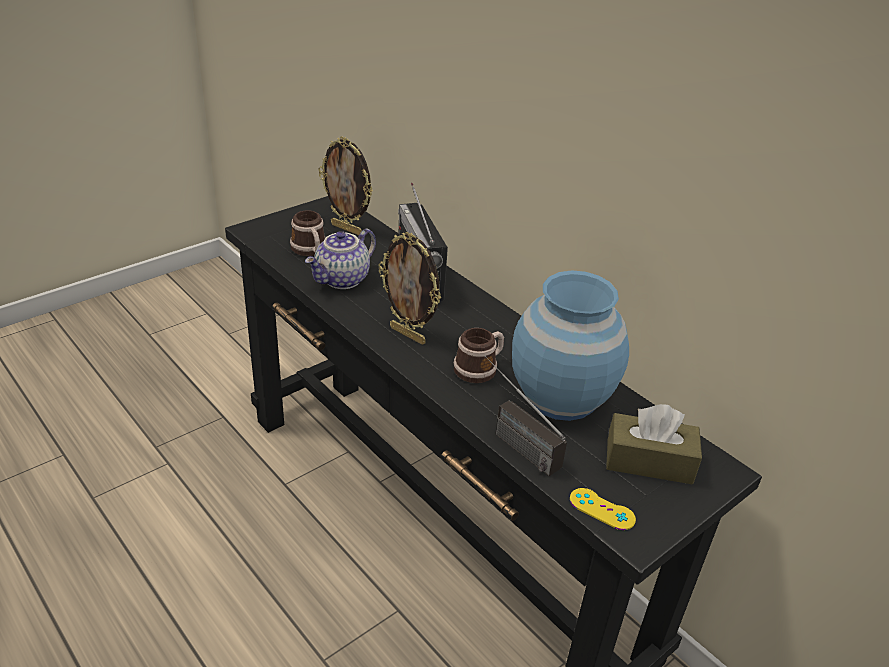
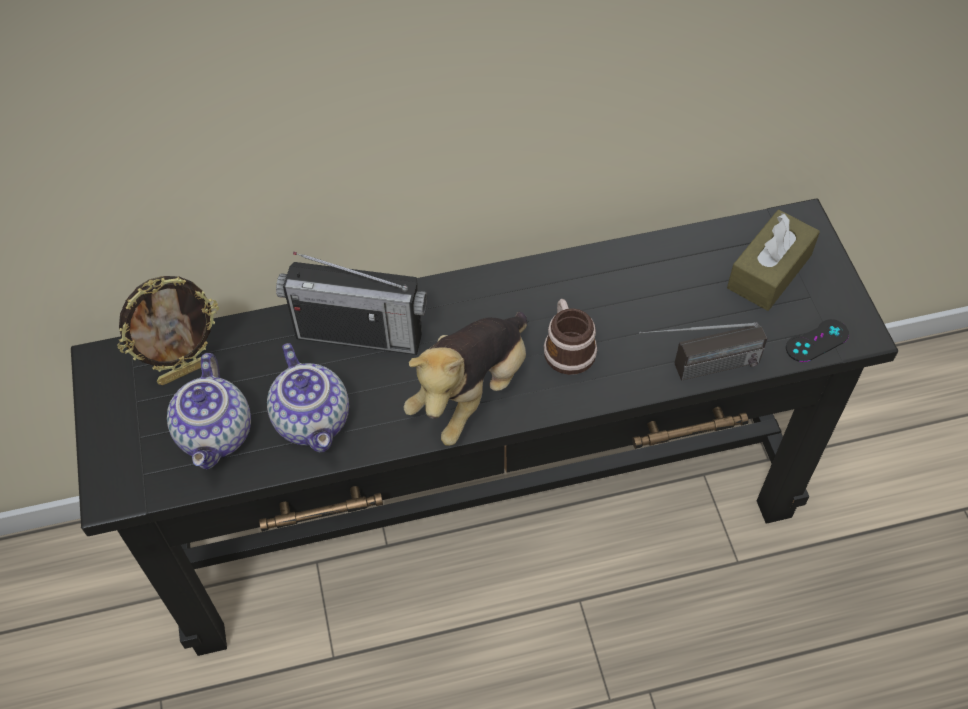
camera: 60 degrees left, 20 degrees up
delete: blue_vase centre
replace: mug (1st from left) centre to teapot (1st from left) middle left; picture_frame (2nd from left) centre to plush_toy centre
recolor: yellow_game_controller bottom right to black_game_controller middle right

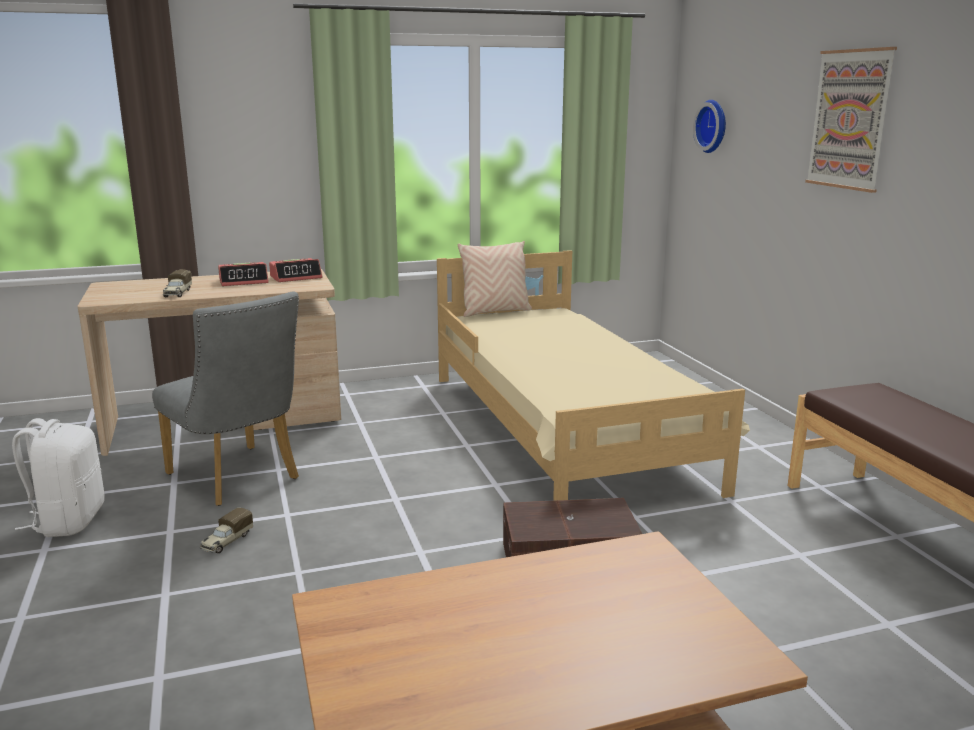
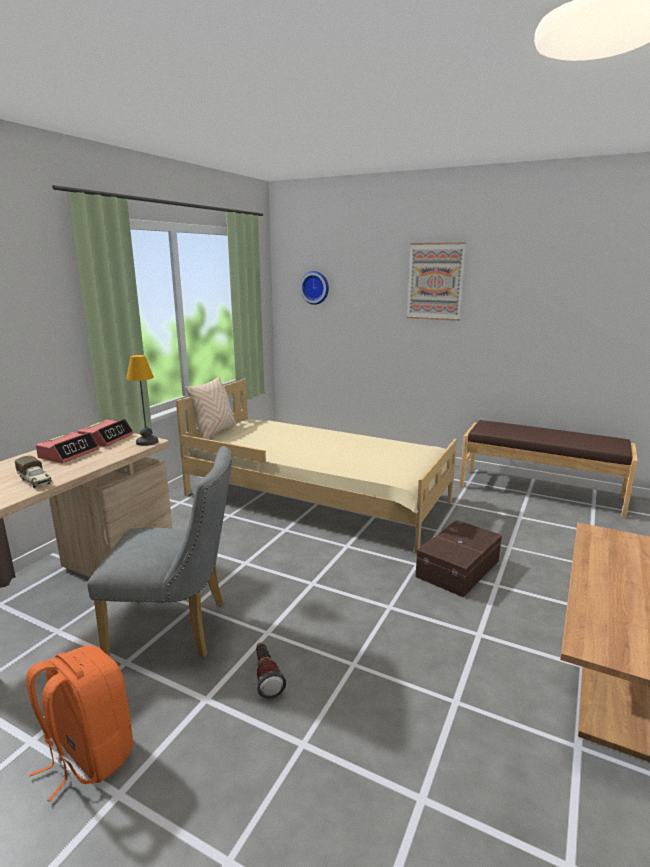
camera: 45 degrees left, 0 degrees up
insert: table_lamp middle left
replace: toy_truck (2nd from left) bottom left to flashlight bottom centre
recolor: white_backpack middle left to orange_backpack bottom left

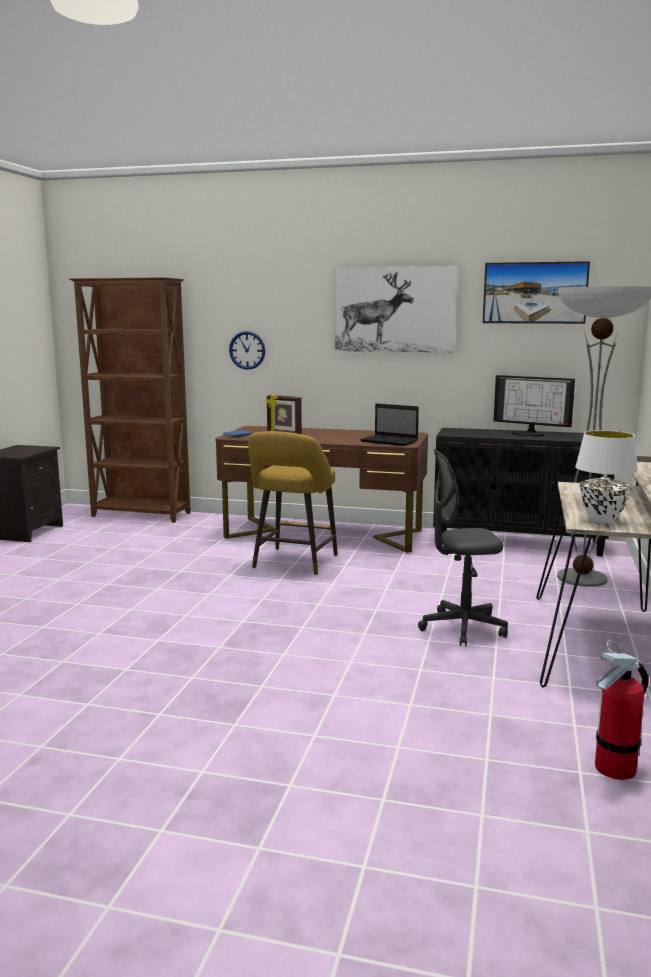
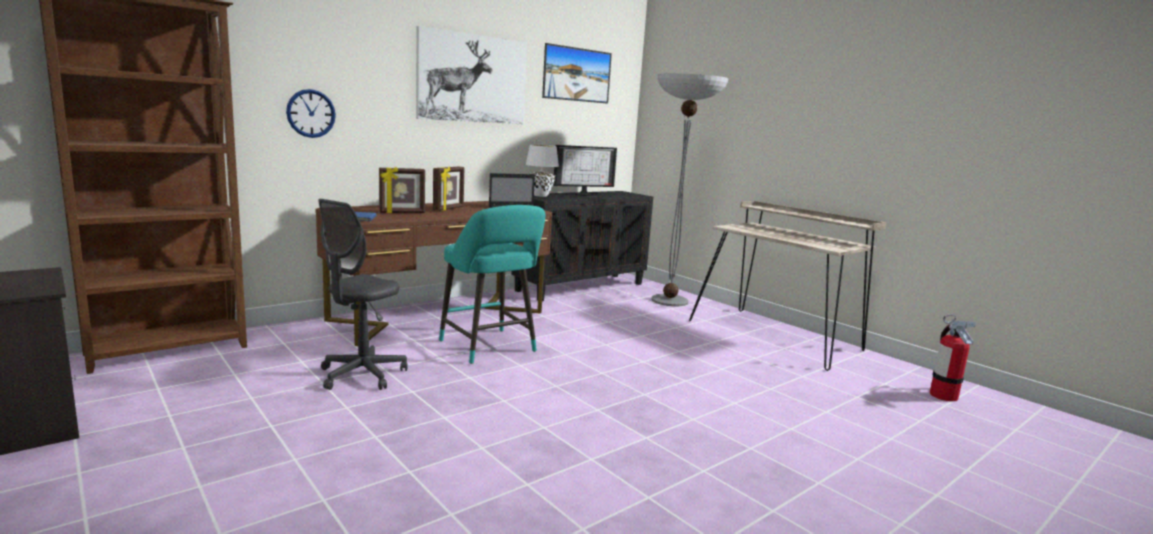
camera: 55 degrees left, 0 degrees up
insert: picture_frame (2nd from left) centre
move: grey_office_chair middle right to middle left; white_table_lamp middle right to top centre
recolor: yellow_stool centre to turquoise_stool centre

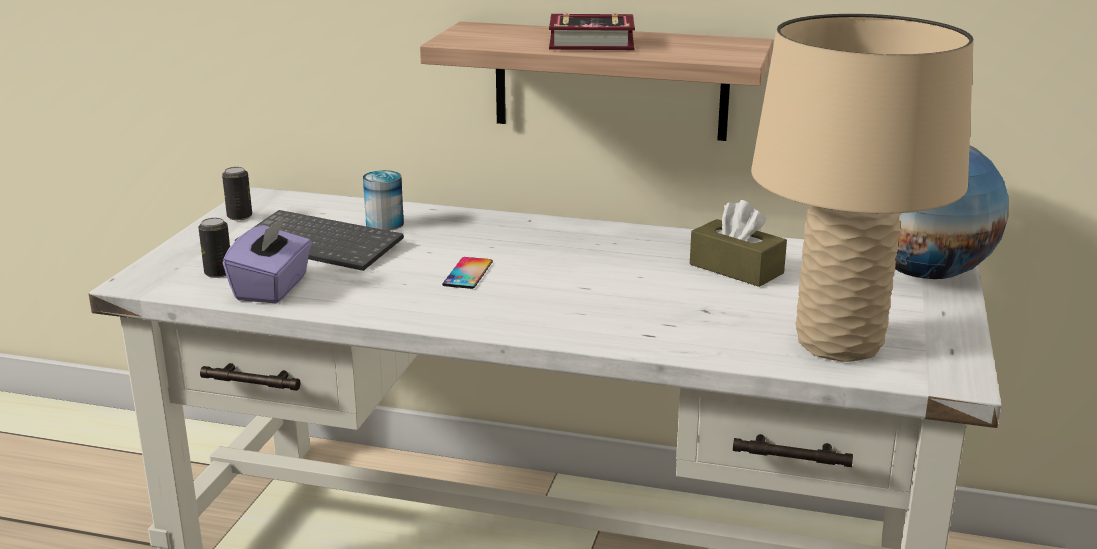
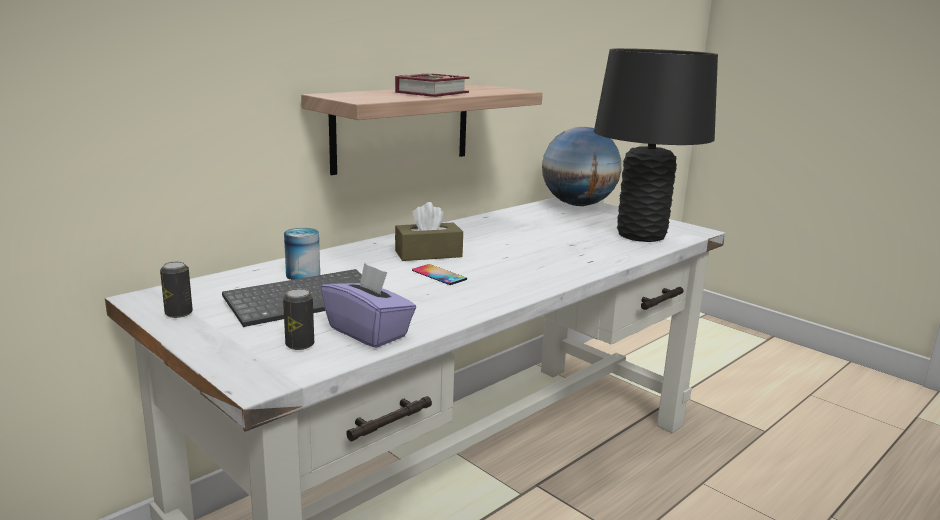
camera: 60 degrees left, 5 degrees down
move: brown_tissue_box middle right to centre
recolor: beige_table_lamp middle right to black_table_lamp top right

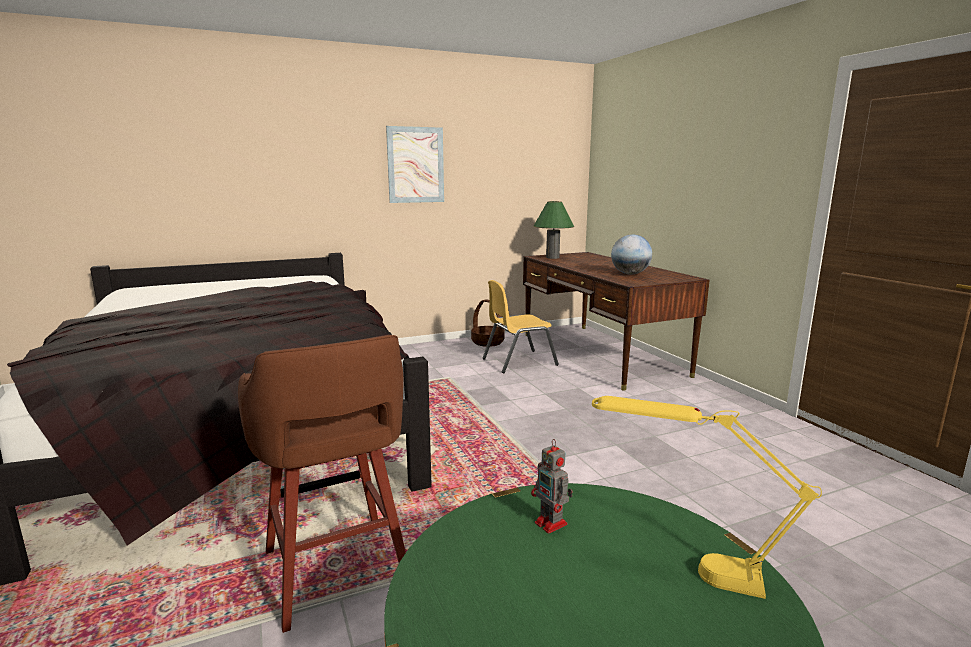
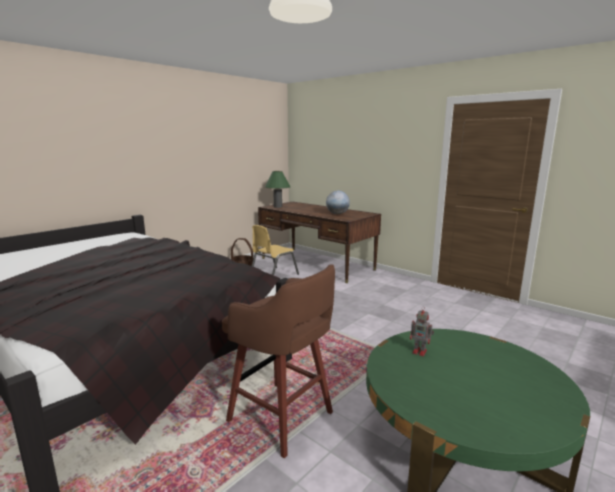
camera: 25 degrees left, 0 degrees up
delete: picture top centre; yellow_table_lamp bottom right

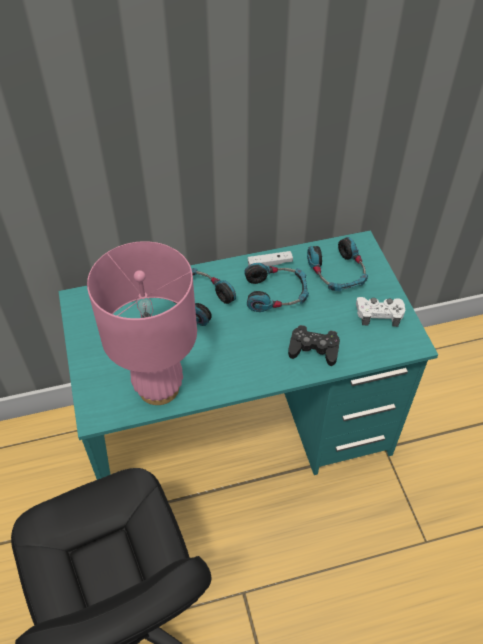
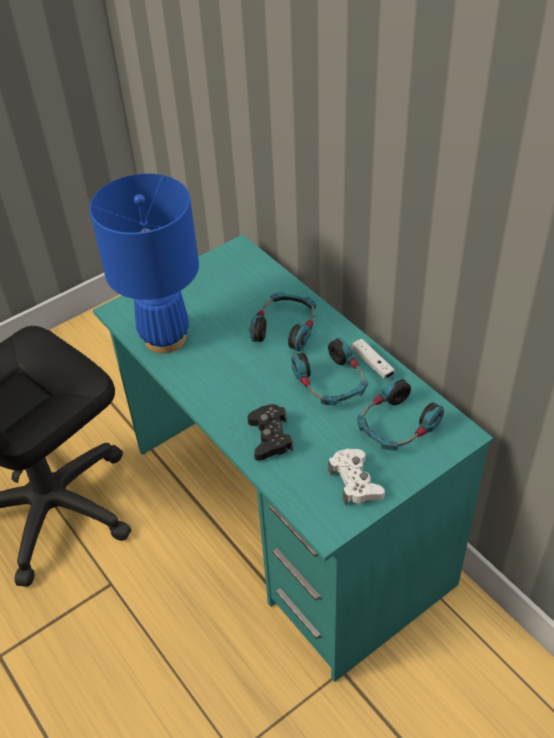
camera: 70 degrees right, 5 degrees down
recolor: pink_table_lamp middle left to blue_table_lamp middle left

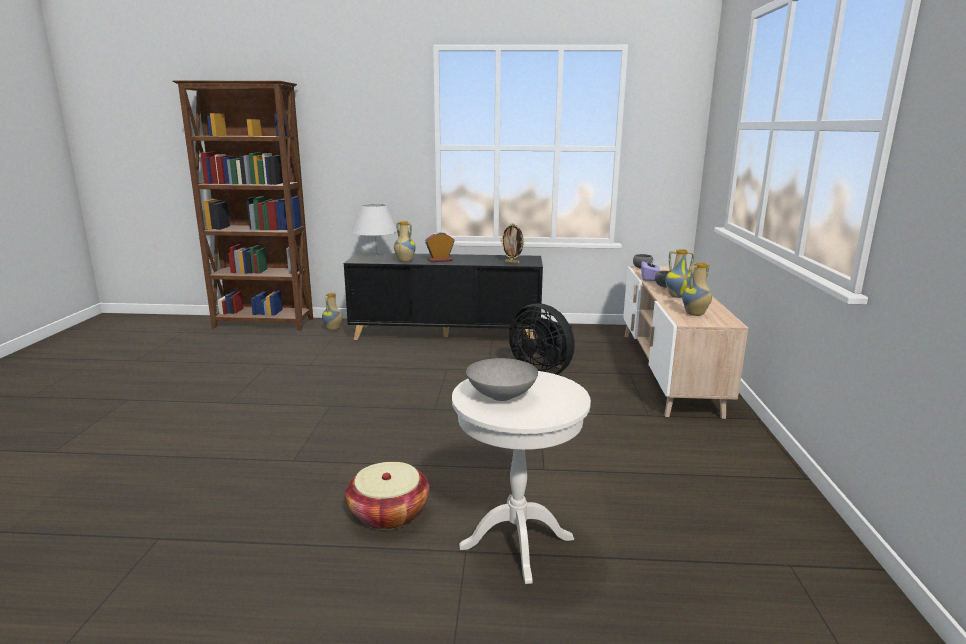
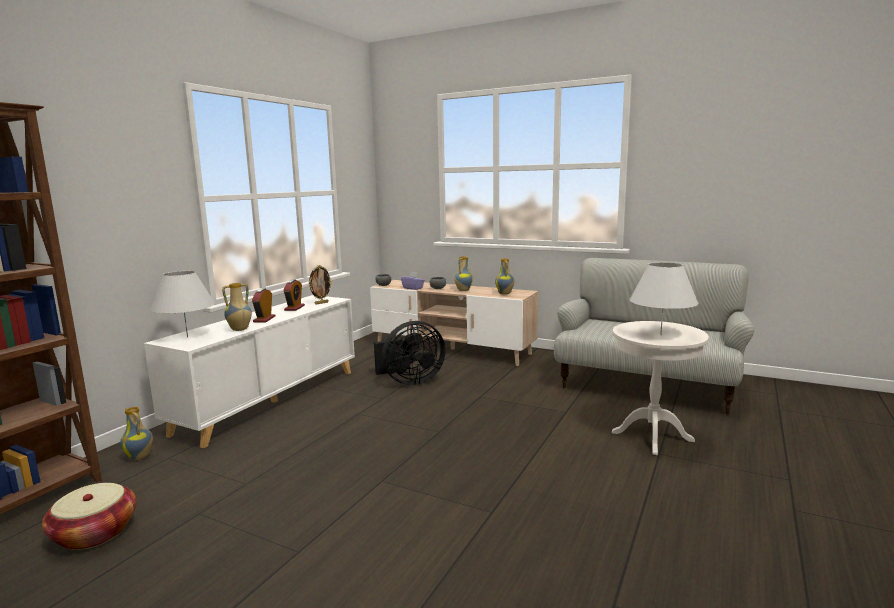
camera: 65 degrees left, 5 degrees down
insert: alarm_clock (2nd from left) middle left; sofa middle right
move: basket bottom centre to bottom left
replace: grey_bowl (1st from left) centre to white_table_lamp (2nd from left) middle right
recolor: black_cabinet centre to white_cabinet middle left

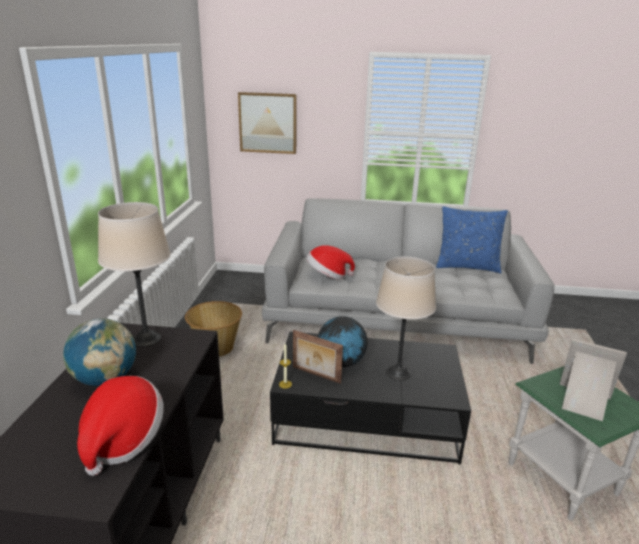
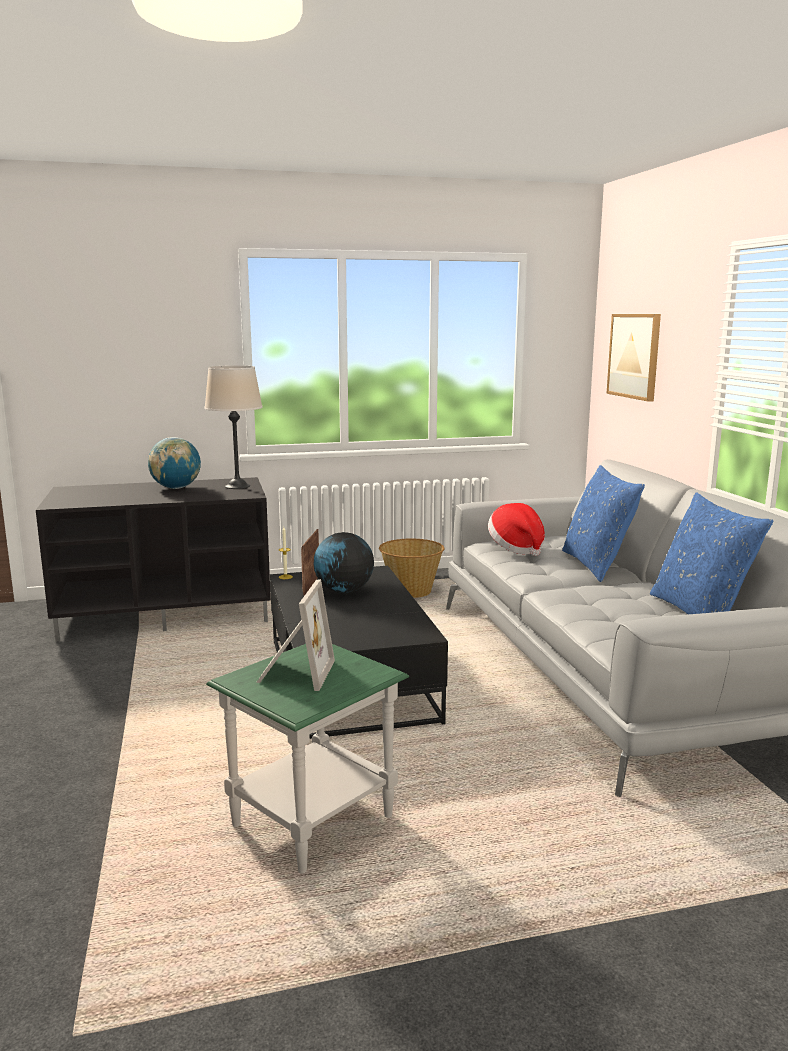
camera: 70 degrees right, 10 degrees down
delete: hat (1st from left) bottom left; beige_table_lamp (2nd from left) centre
insert: blue_pillow (1st from left) middle right

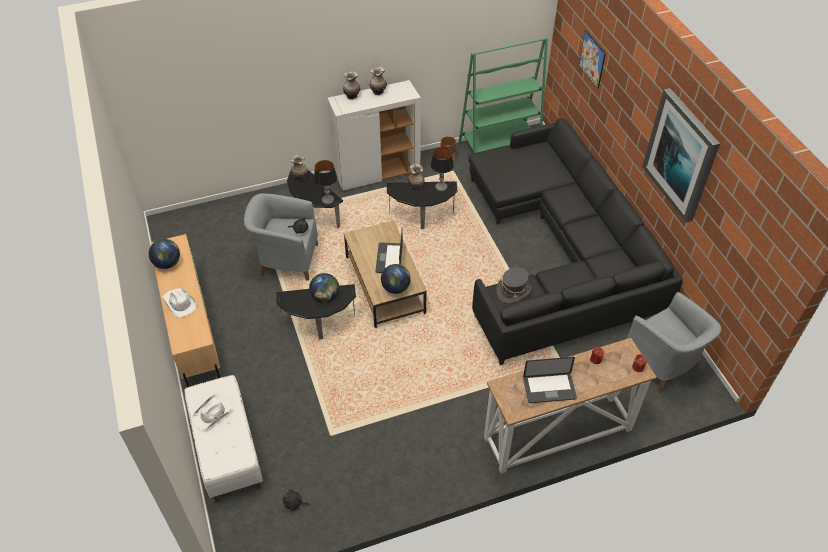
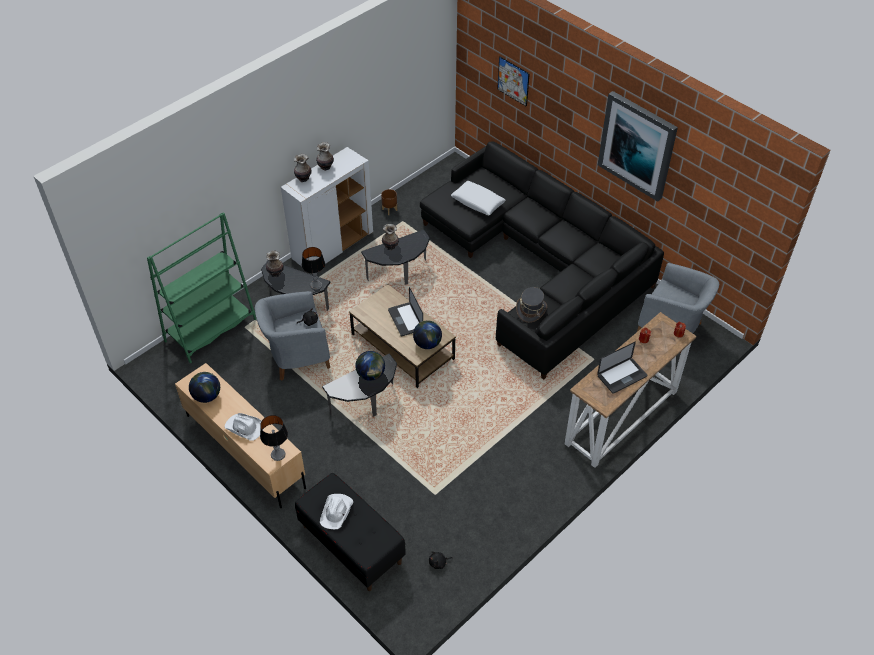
camera: 25 degrees left, 0 degrees up
insert: white_pillow top centre
move: table_lamp (2nd from left in the first image) top centre to table_lamp (1st from left) bottom left; green_bookcase top centre to middle left
recolor: white_bench bottom left to black_bench bottom centre

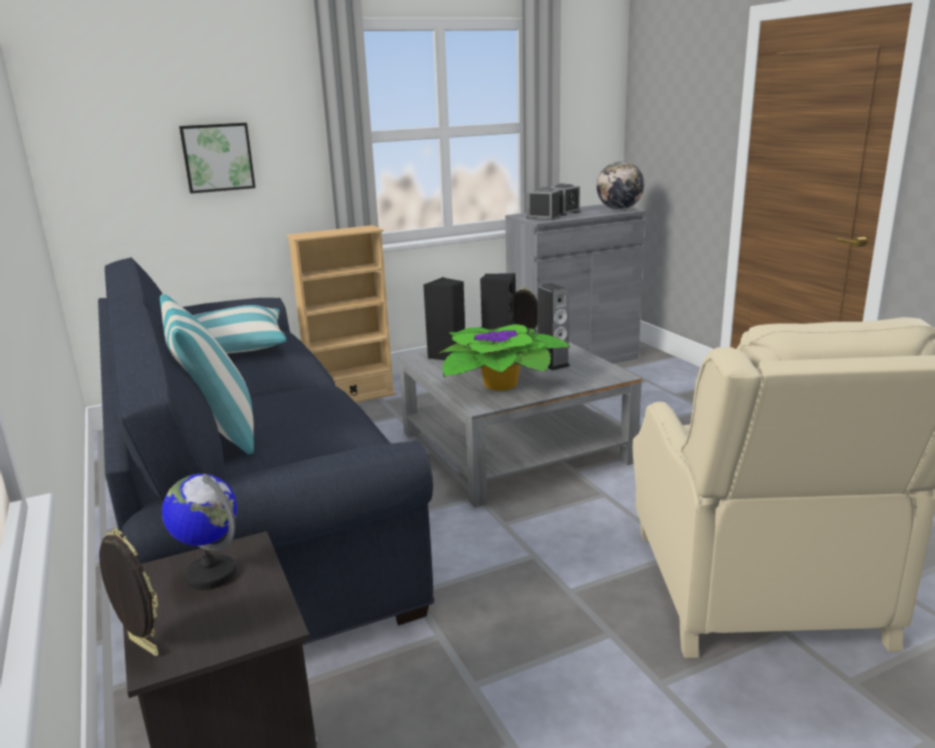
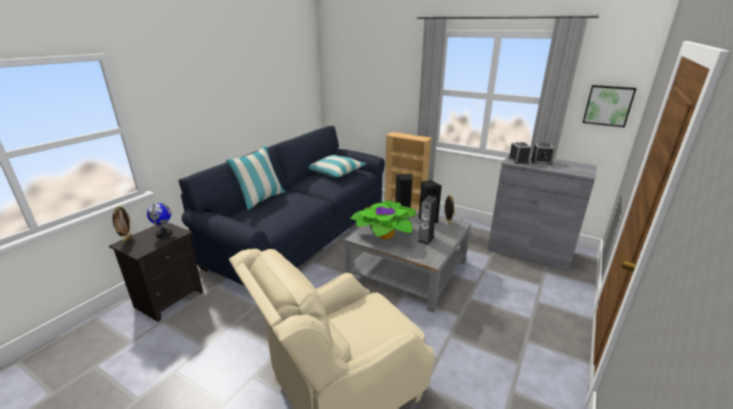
camera: 55 degrees right, 5 degrees up
delete: globe (2nd from left) top centre
move: picture top left to top right

